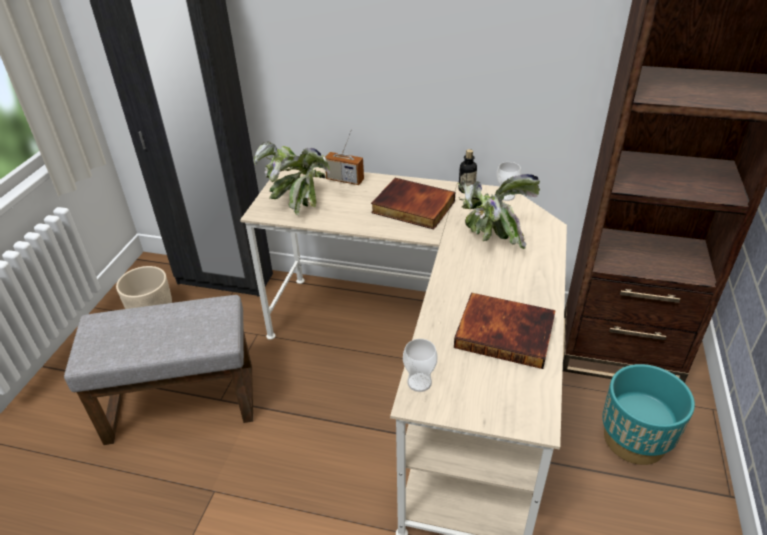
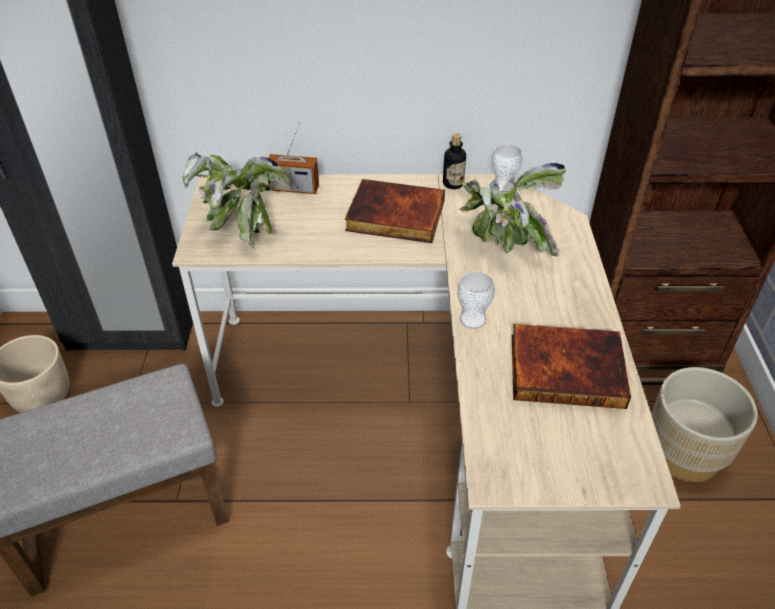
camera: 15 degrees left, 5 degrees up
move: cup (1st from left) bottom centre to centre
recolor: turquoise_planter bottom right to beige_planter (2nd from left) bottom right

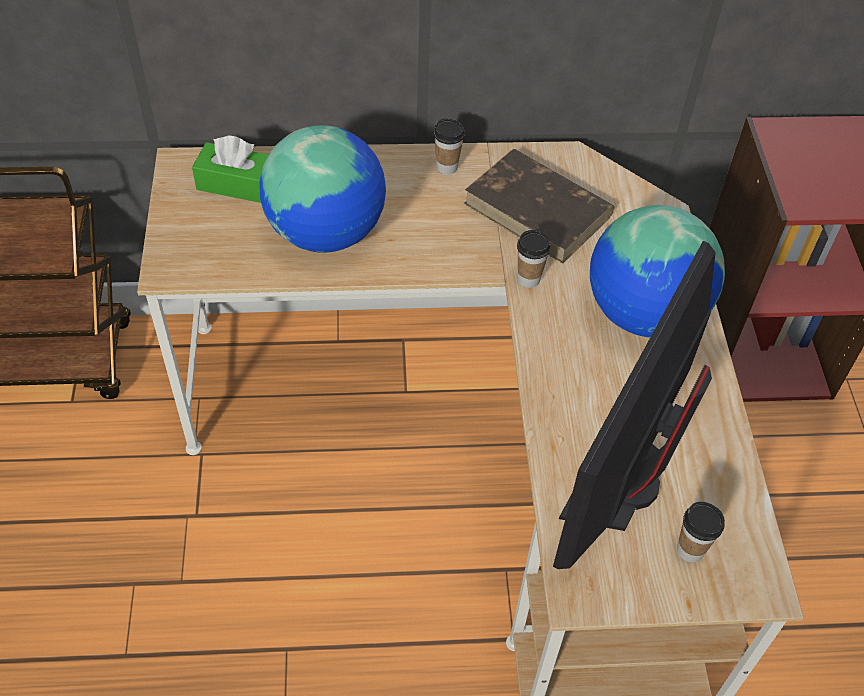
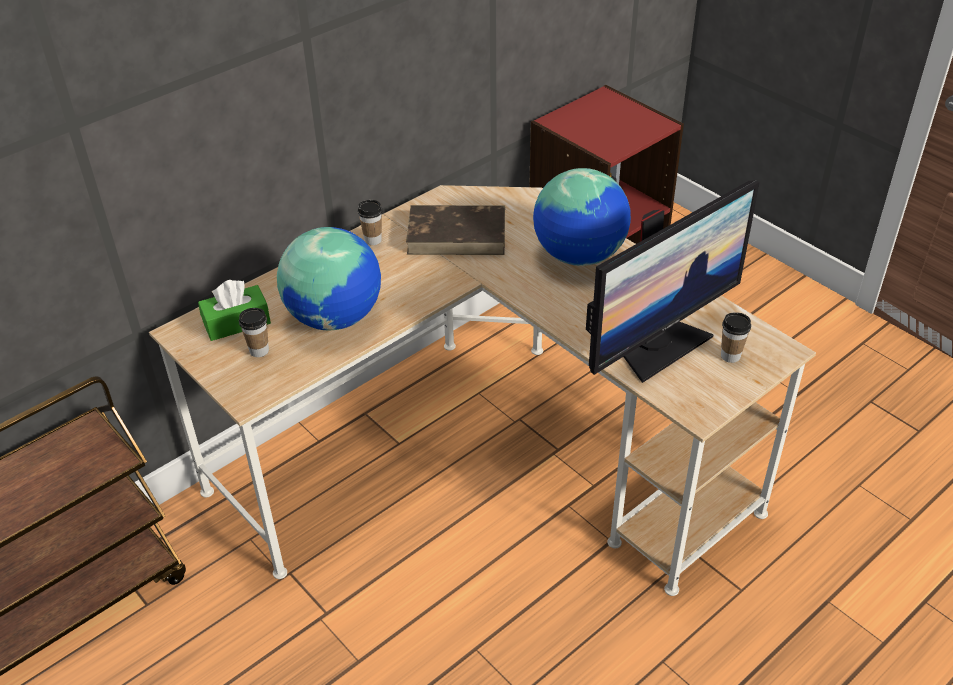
camera: 35 degrees left, 10 degrees down
move: cup (2nd from left in the first image) centre to cup (1st from left) middle left
rotate: monitor middle right = middle right 120 degrees counterclockwise

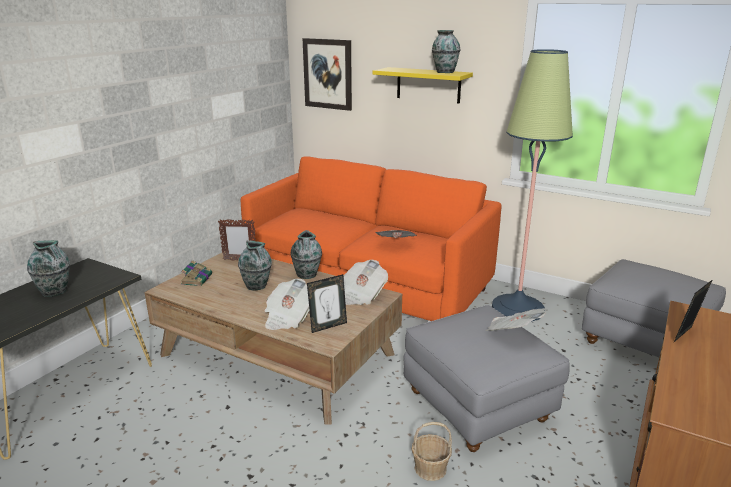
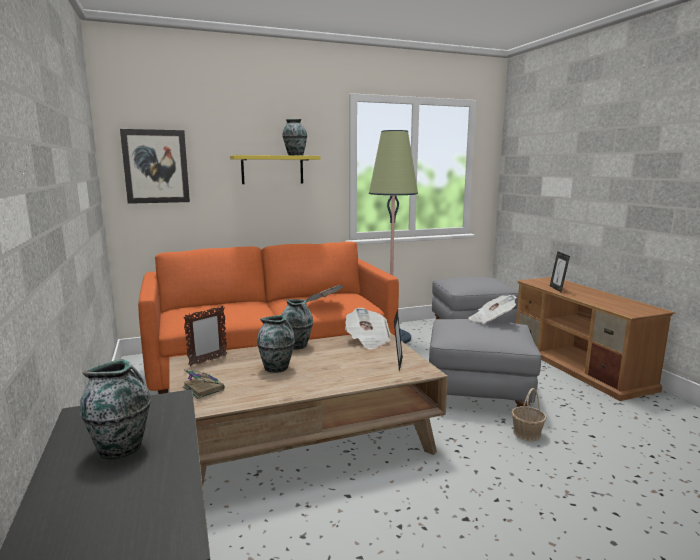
camera: 50 degrees left, 10 degrees down
delete: newspaper (1st from left) centre

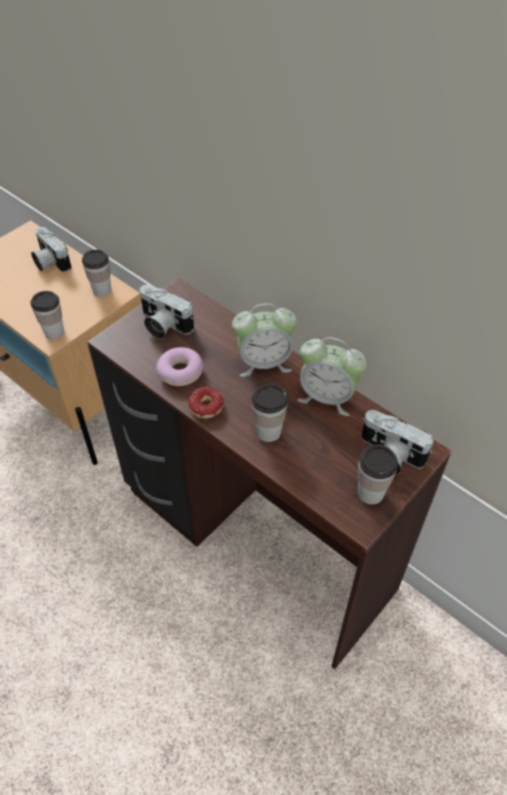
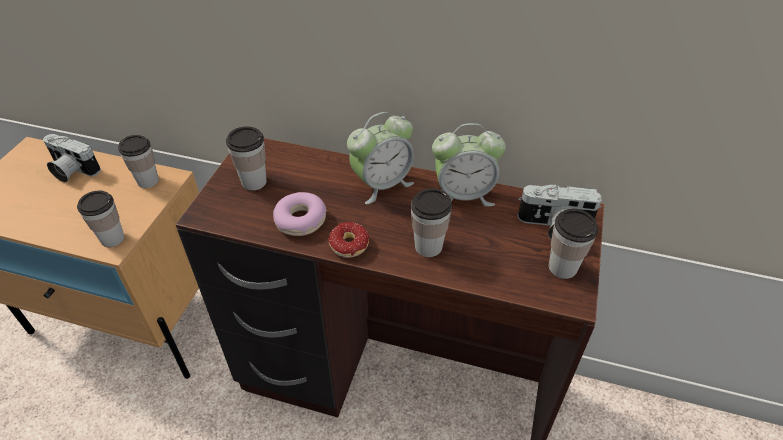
camera: 25 degrees left, 5 degrees down
replace: photo_camera (2nd from left) middle left to cup (3rd from left) middle left

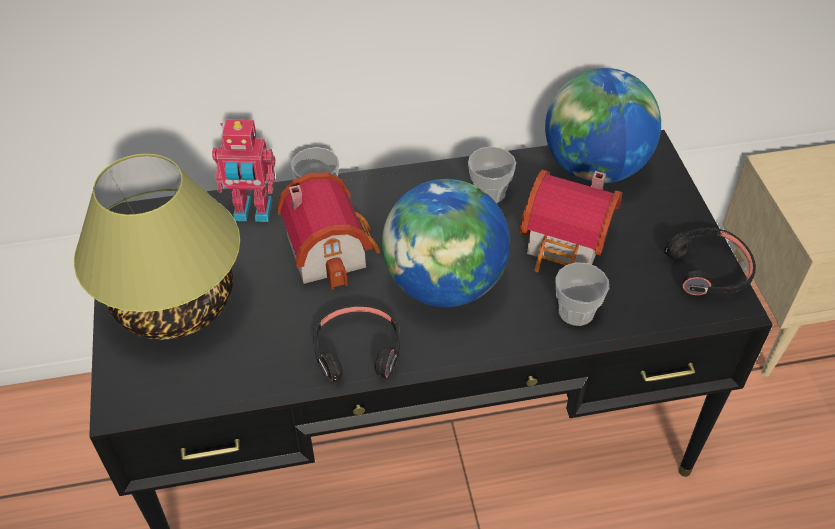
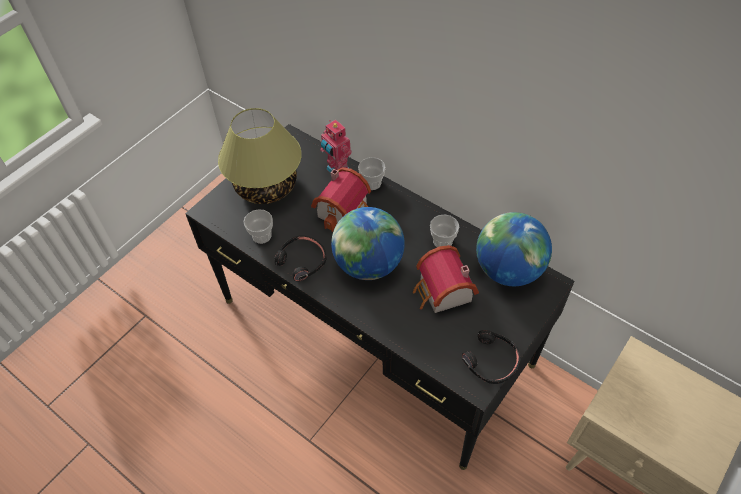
camera: 50 degrees right, 5 degrees up
move: cup (3rd from left in the first image) middle right to cup (1st from left) centre

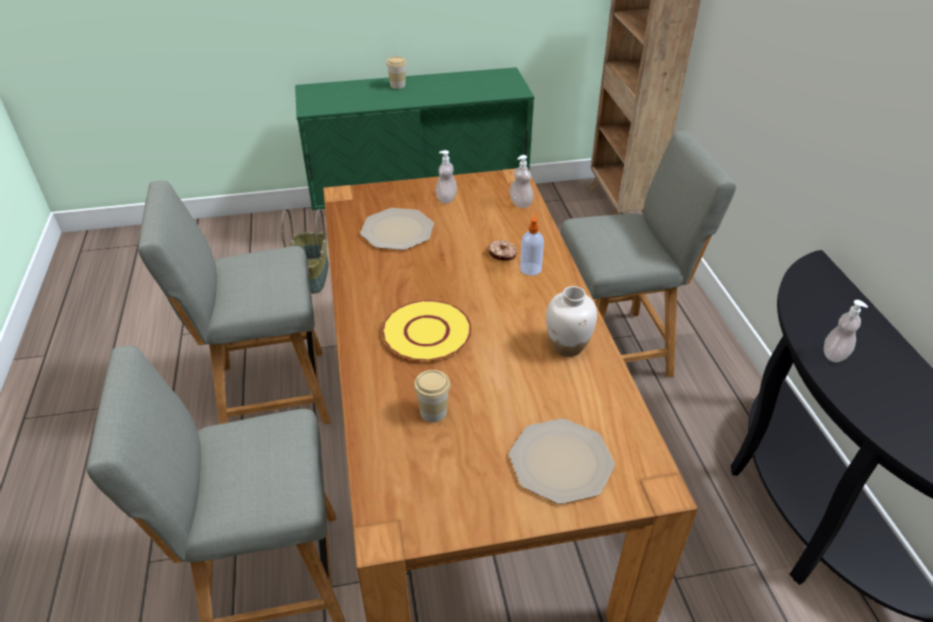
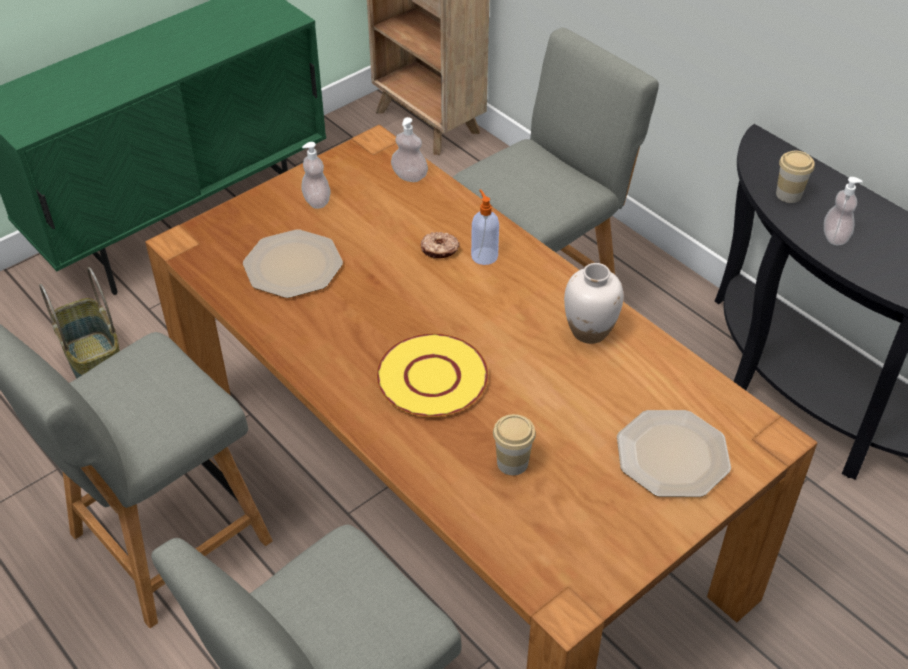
camera: 30 degrees left, 5 degrees up
move: cup (1st from left in the first image) top centre to cup (2nd from left) top right

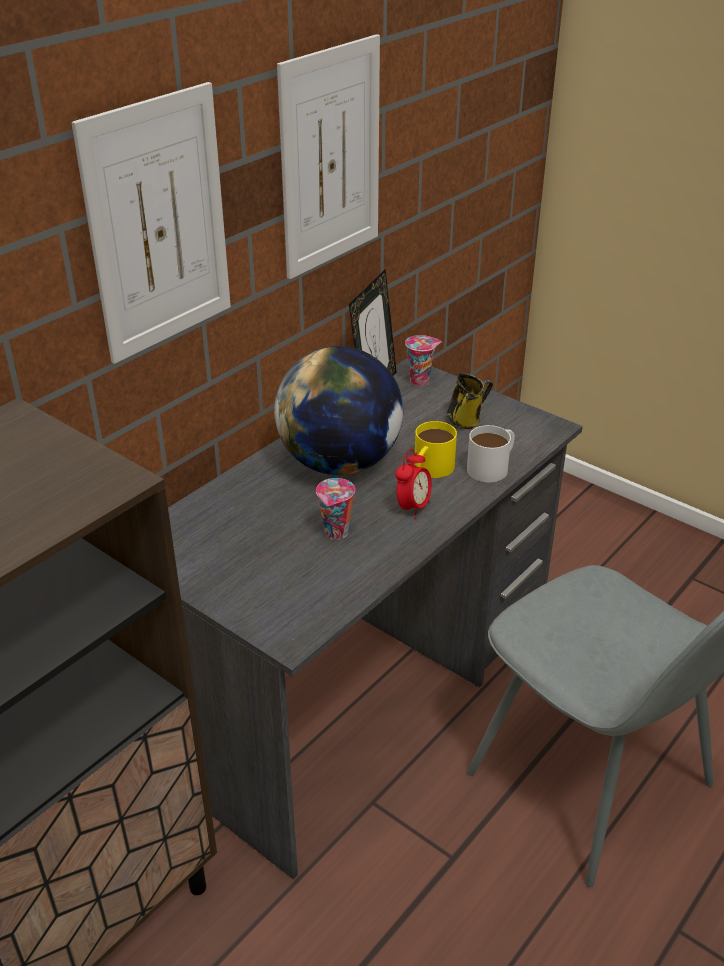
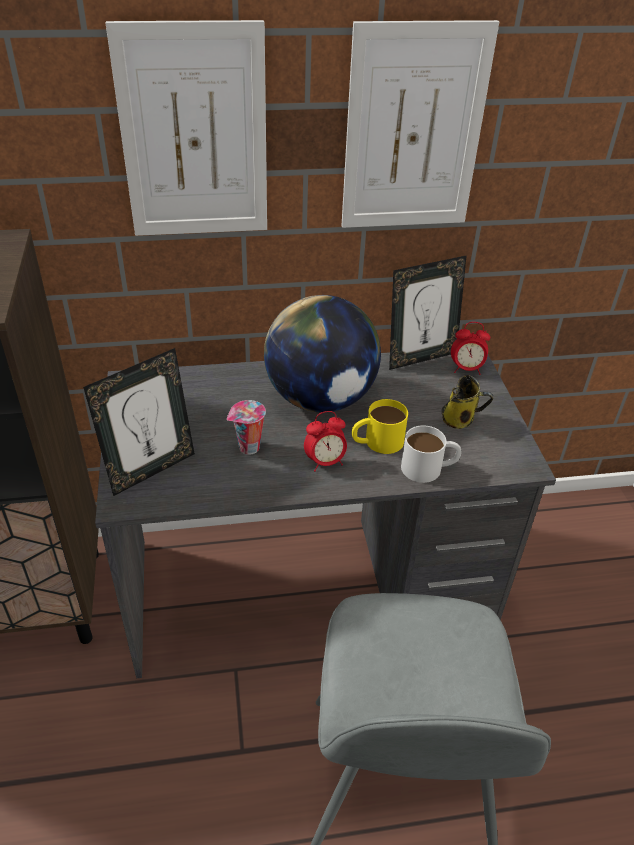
camera: 40 degrees right, 5 degrees up
insert: picture_frame (1st from left) middle left
replace: cup (2nd from left) centre to alarm_clock (2nd from left) middle right

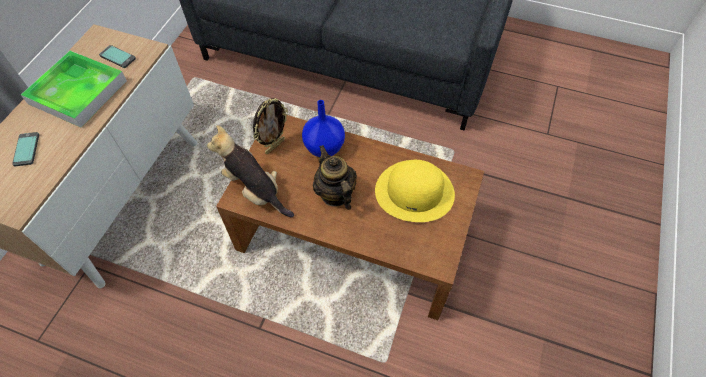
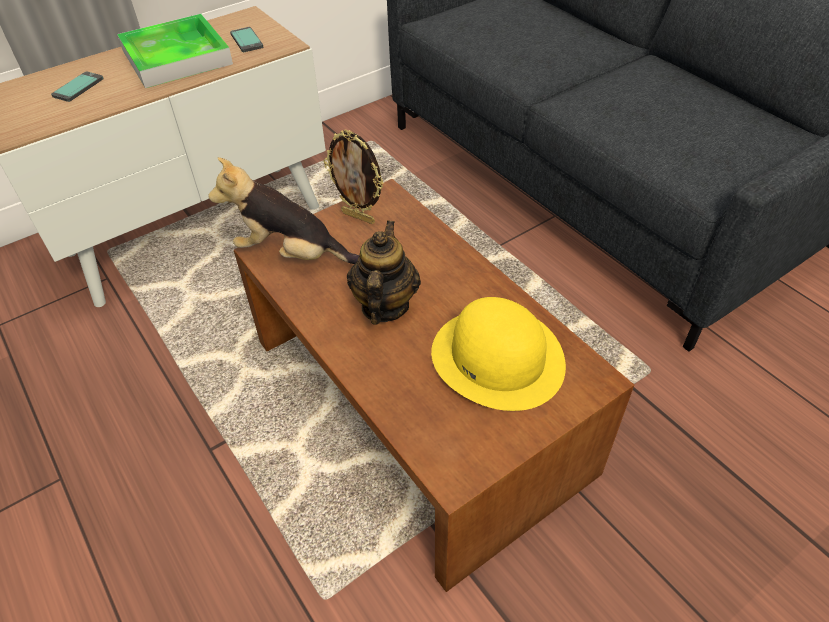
camera: 35 degrees right, 10 degrees down
delete: blue_vase centre
rotate: plush_toy centre = centre 60 degrees counterclockwise; picture_frame centre = top centre 45 degrees clockwise

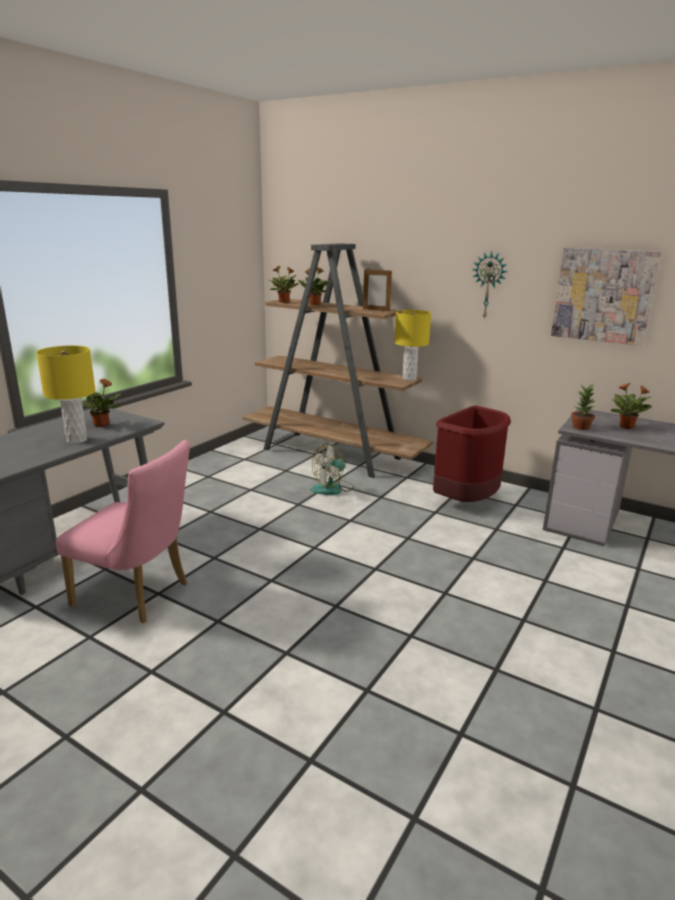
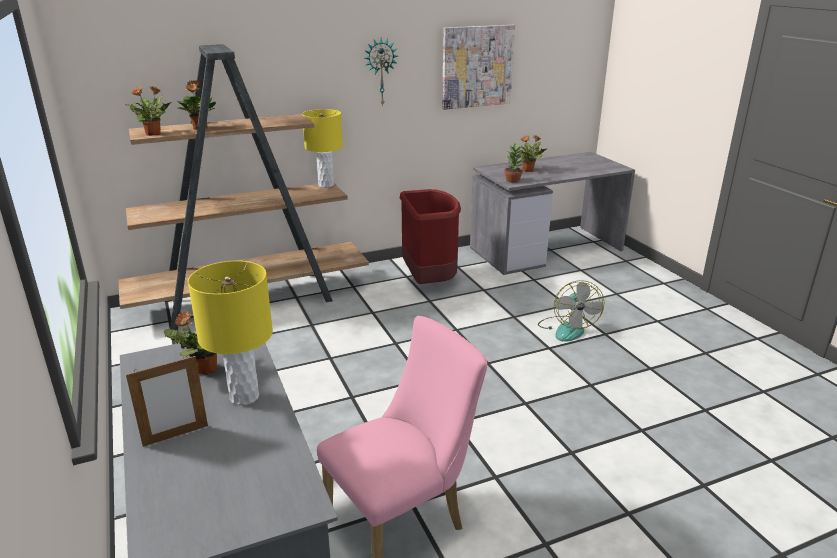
camera: 55 degrees left, 5 degrees up
move: fan centre to middle right; picture_frame top centre to bottom left

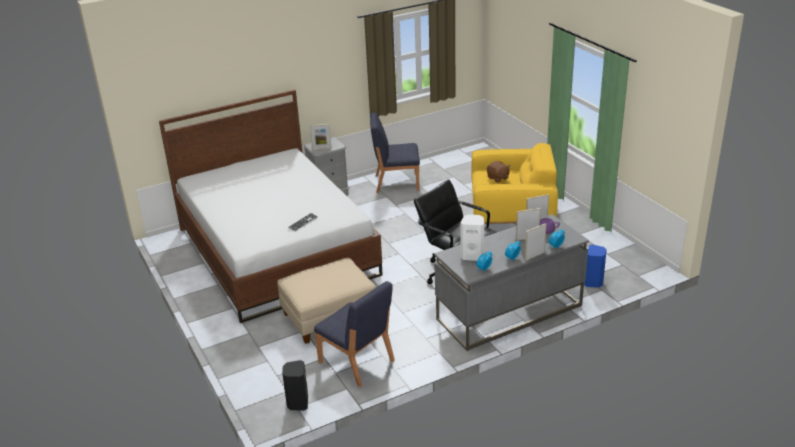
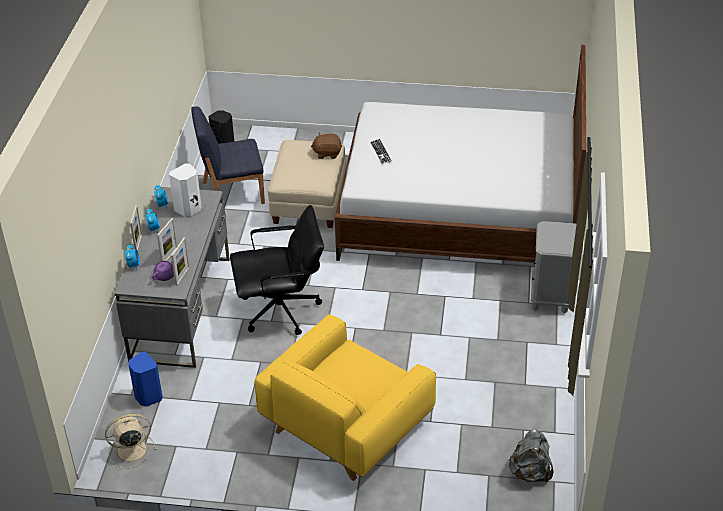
camera: 125 degrees right, 10 degrees up
delete: picture_frame (1st from left) top centre; blue_chair (2nd from left) centre
insert: beige_fan bottom left; grey_backpack bottom right
move: brown_plush_toy centre to top centre

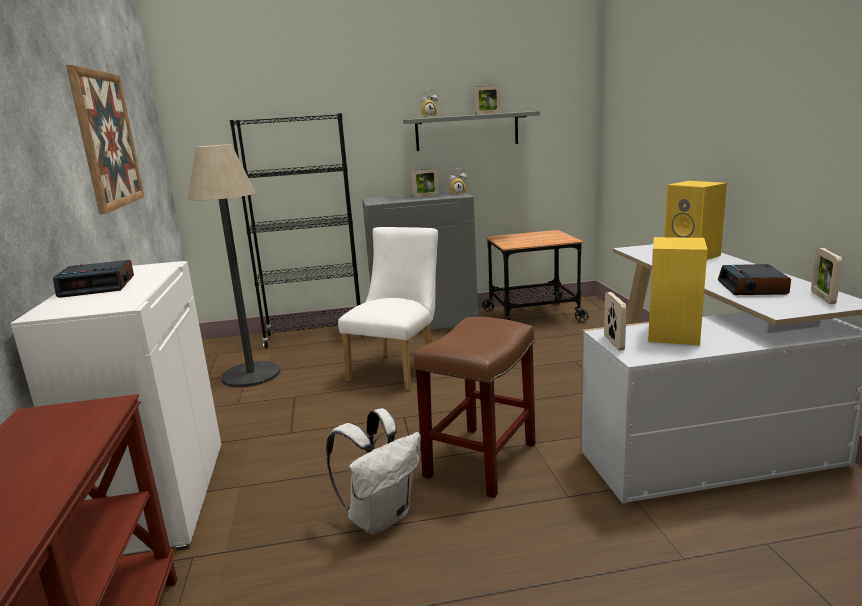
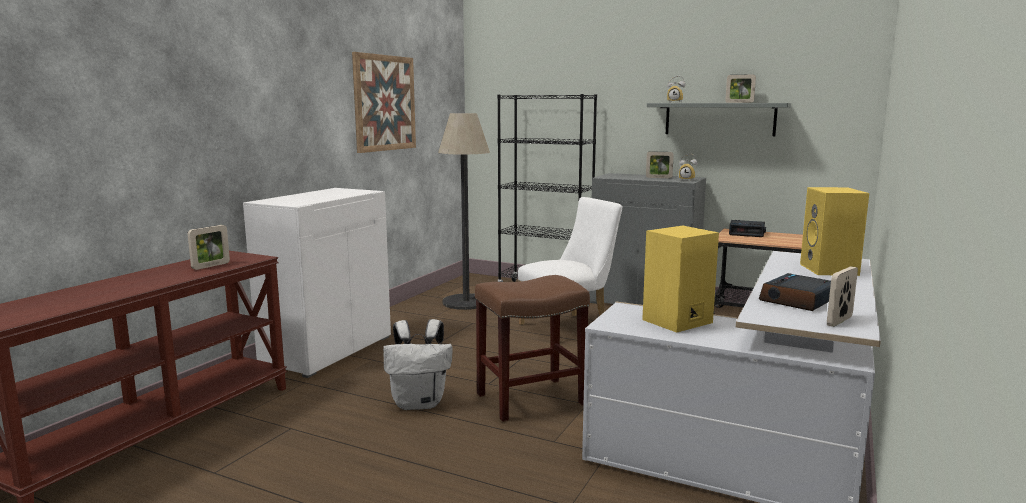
camera: 35 degrees right, 5 degrees down
move: alarm_clock (1st from left in the first image) middle left to alarm_clock (3rd from left) middle right; picture_frame (3rd from left in the first image) middle right to picture_frame (1st from left) middle left

